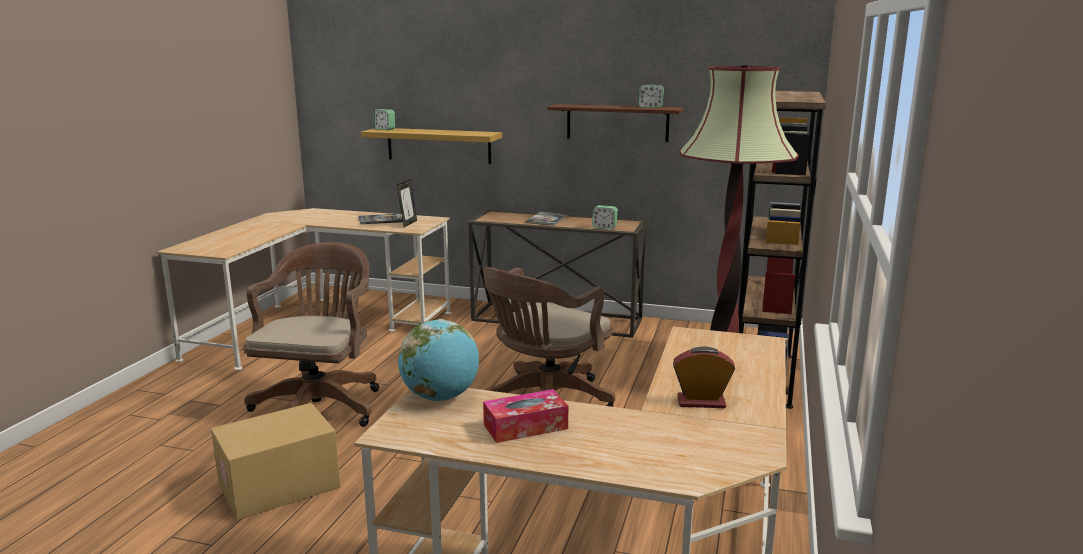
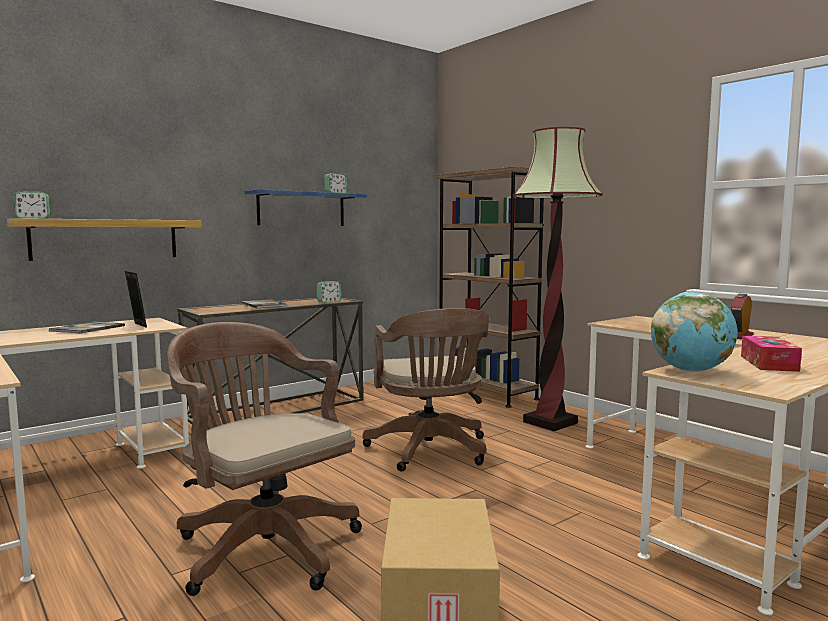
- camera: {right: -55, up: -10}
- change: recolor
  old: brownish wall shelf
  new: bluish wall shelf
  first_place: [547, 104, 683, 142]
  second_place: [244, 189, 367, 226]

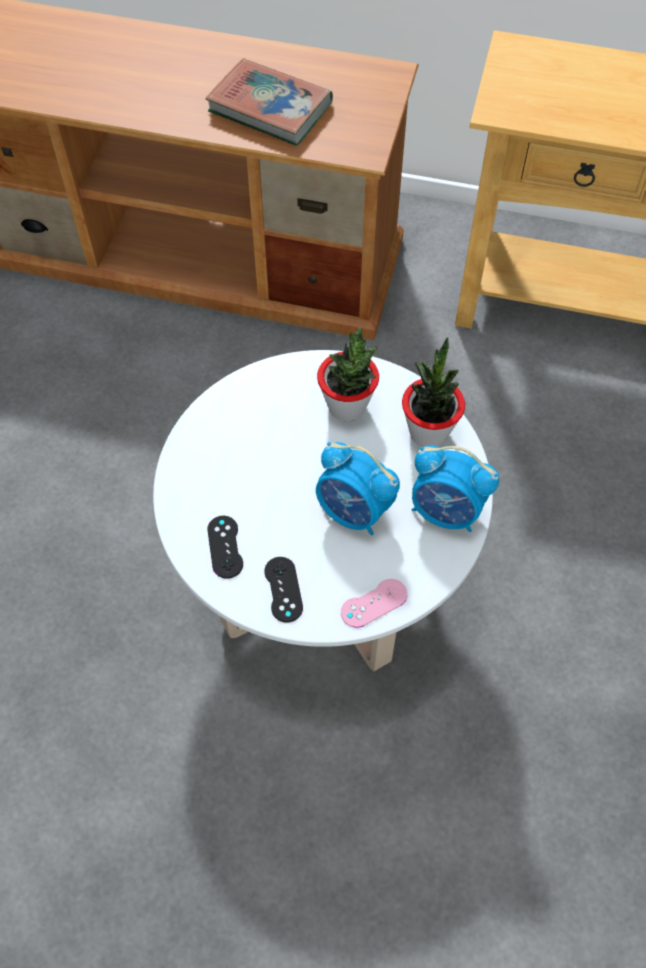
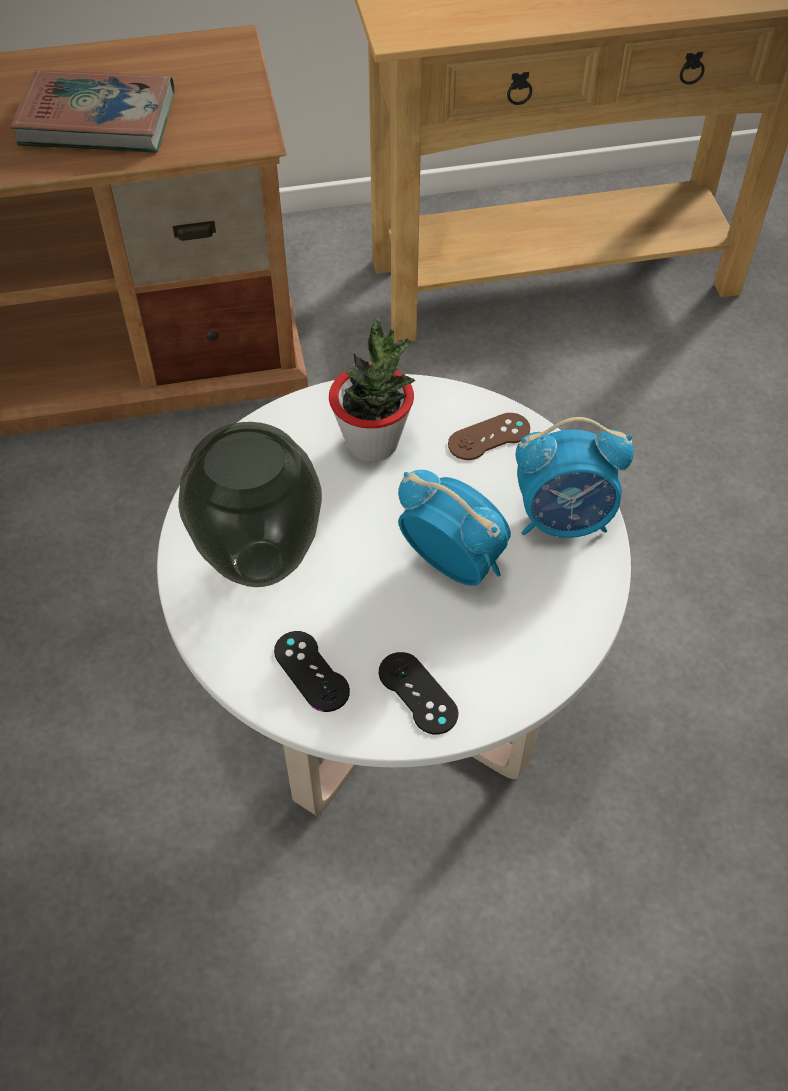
- camera: {right: -25, up: -5}
- change: rotate
  old: bedside clock
  first_place: [316, 442, 400, 536]
  second_place: [398, 470, 511, 586]
  degrees: -150
- change: delete
  old: pink gamepad
  first_place: [341, 579, 407, 628]
- change: replace
  old: houseplant
  new: brownish gamepad
  first_place: [402, 337, 465, 447]
  second_place: [448, 413, 530, 460]
- change: insert
  new: flower vase
  second_place: [178, 422, 322, 587]

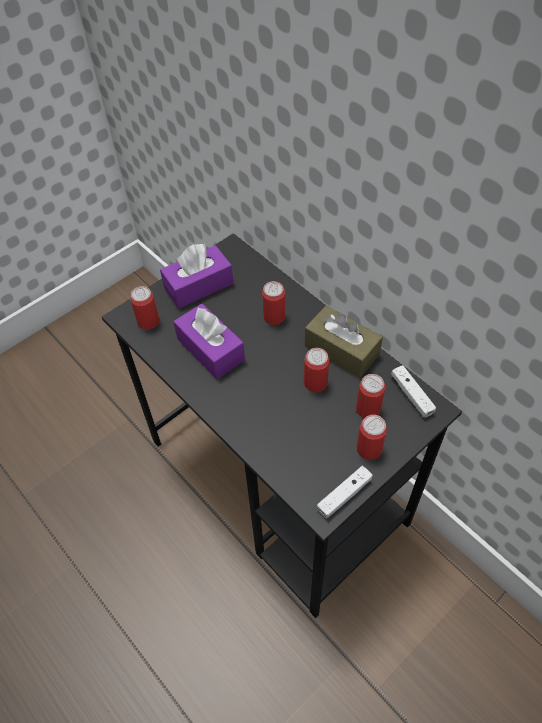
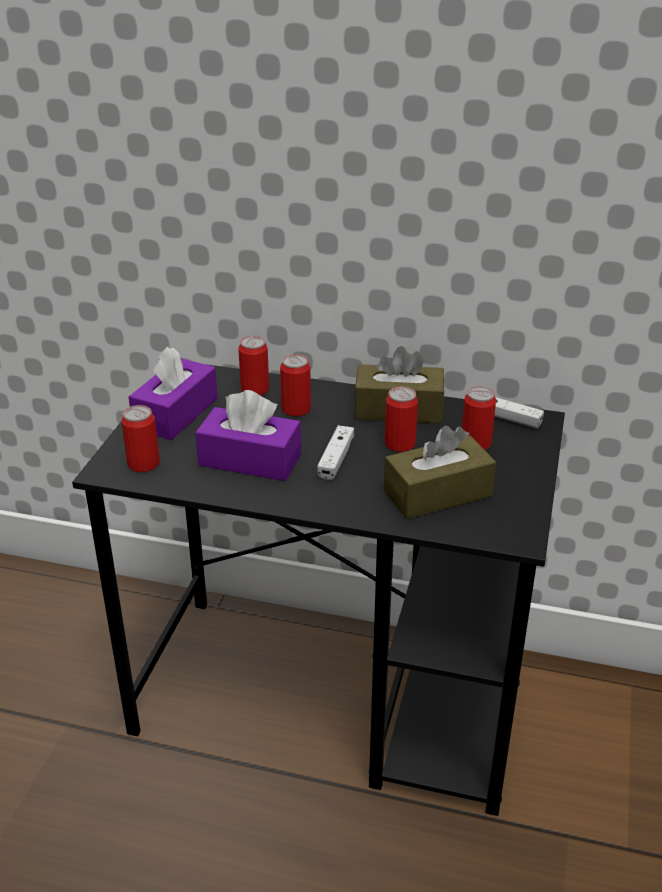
- camera: {right: -35, up: -20}
- change: move
  old: white gamepad
  first_place: [317, 466, 373, 518]
  second_place: [317, 425, 355, 480]
- change: move
  old: sealed can
  first_place: [356, 415, 387, 460]
  second_place: [238, 336, 269, 395]
- change: insert
  new: brownish box of tissues
  second_place: [384, 426, 496, 519]

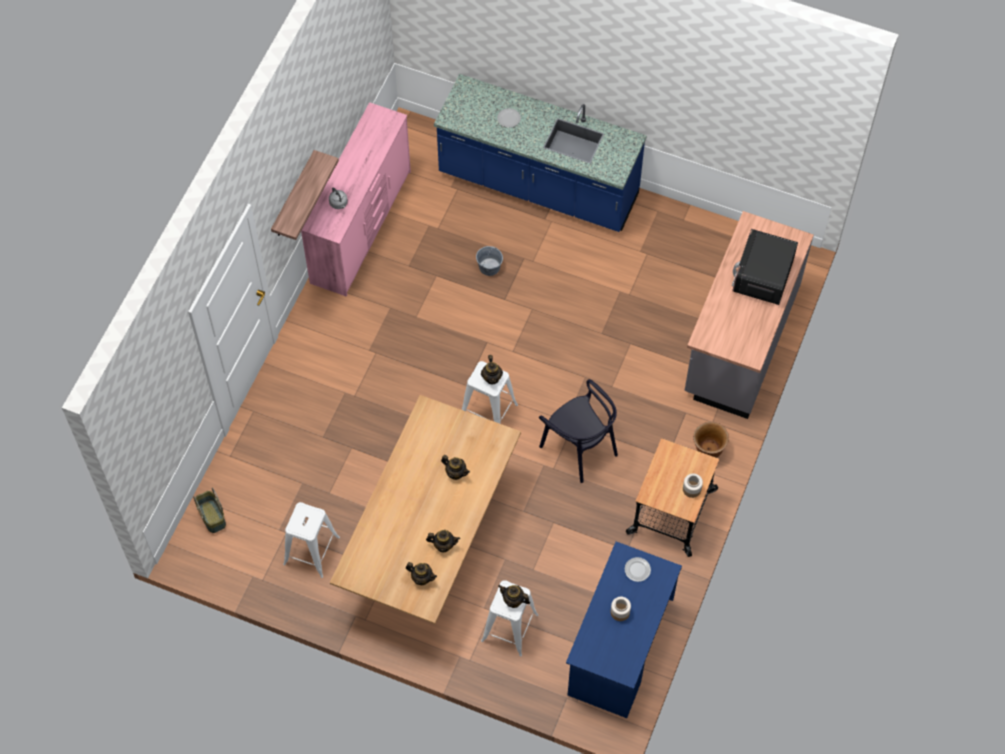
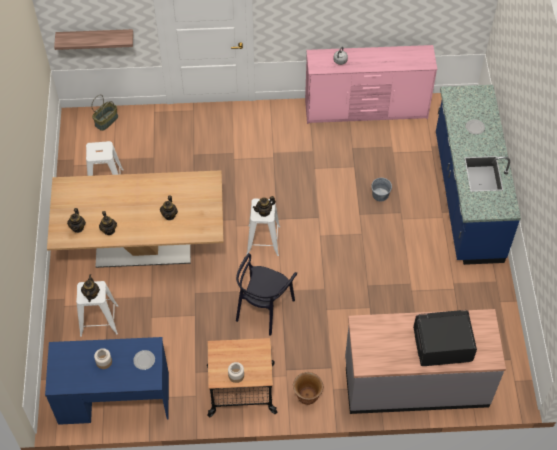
- camera: {right: 65, up: -5}
- change: move
  old: wall shelf
  first_place: [271, 150, 339, 240]
  second_place: [54, 29, 133, 50]

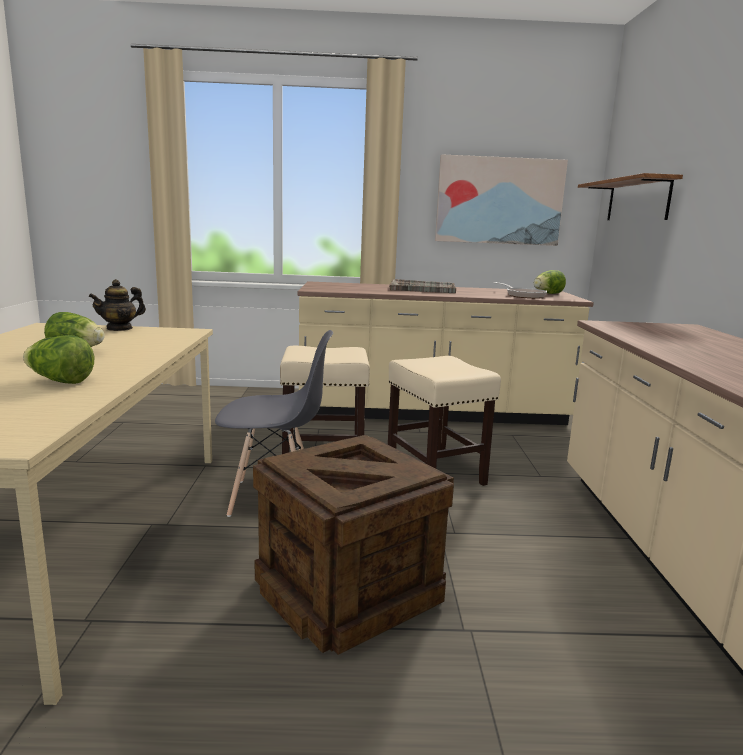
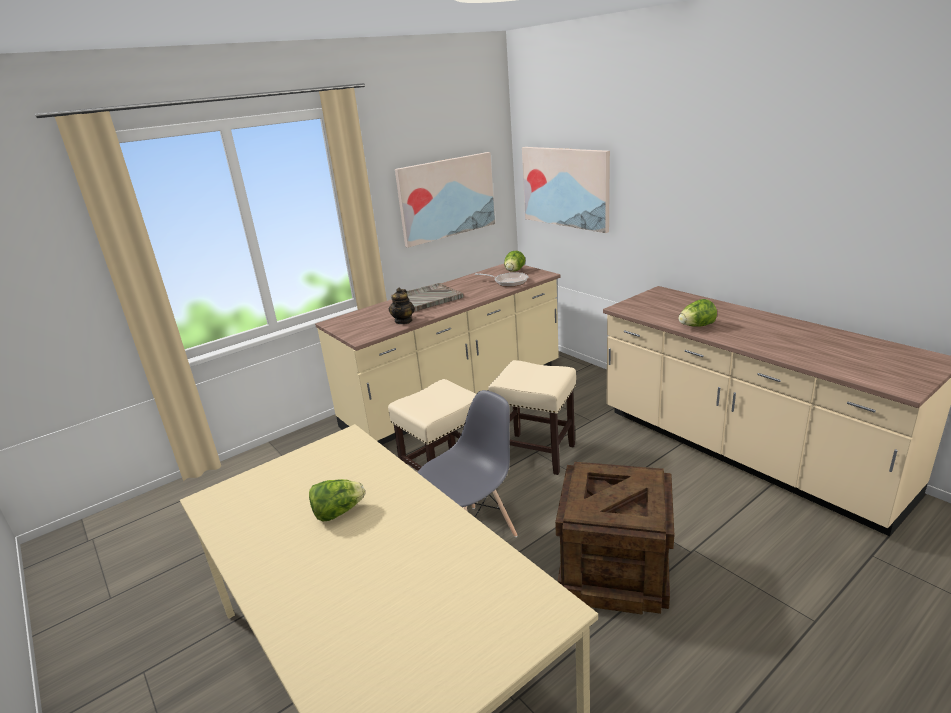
- camera: {right: -35, up: 10}
- change: move
  old: lettuce
  first_place: [23, 335, 94, 384]
  second_place: [679, 299, 717, 327]
- change: move
  old: tea pot
  first_place: [89, 279, 146, 331]
  second_place: [389, 288, 415, 324]
- change: replace
  old: wall shelf
  new: wall art
  first_place: [578, 173, 683, 220]
  second_place: [522, 147, 610, 233]

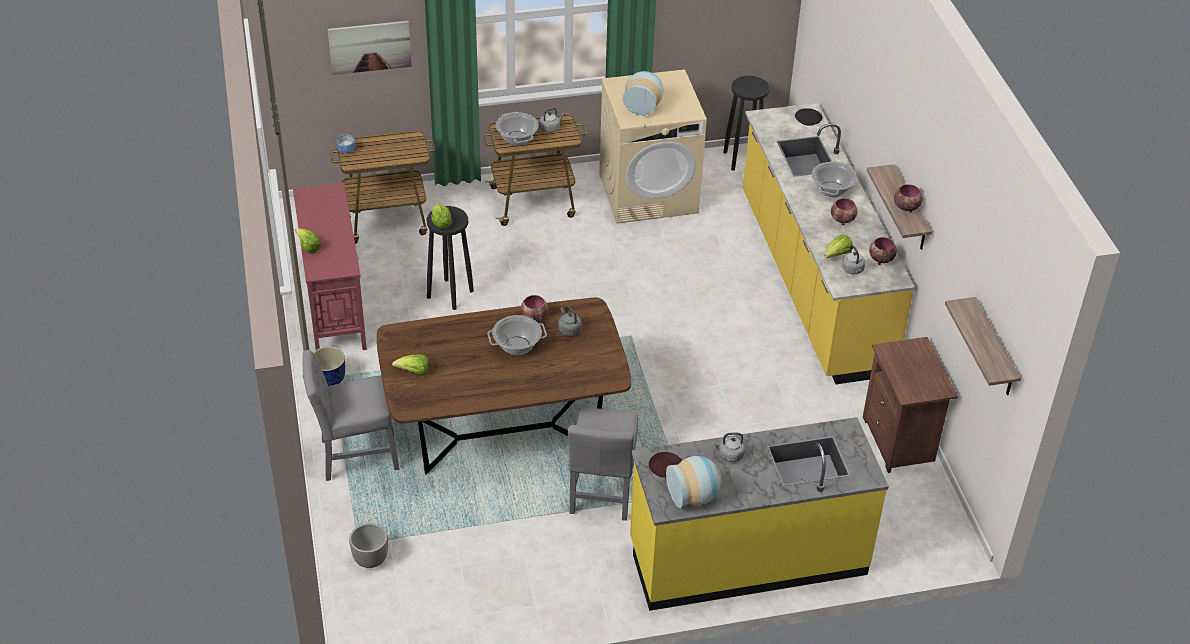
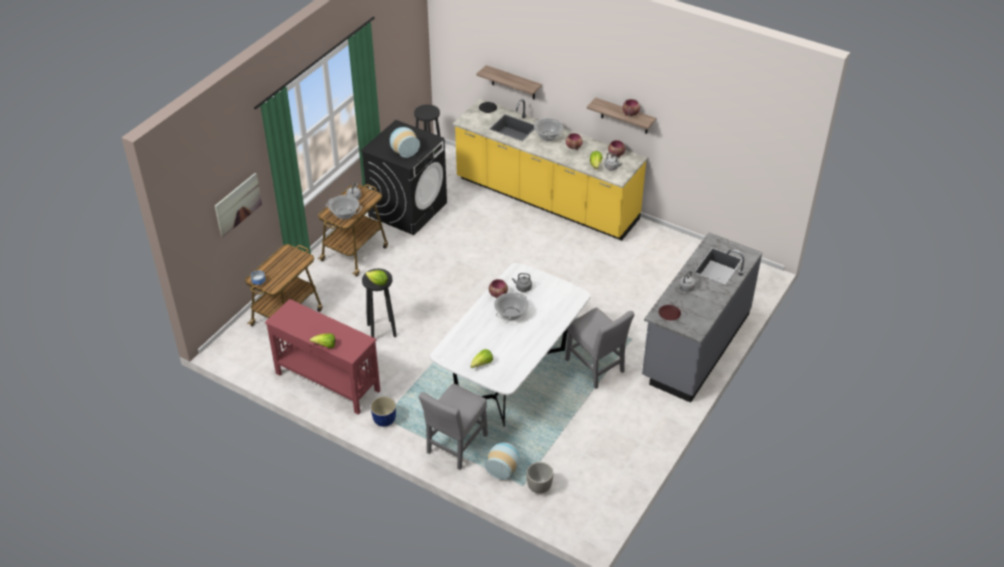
- camera: {right: -45, up: 0}
- change: recolor
  old: brownish kitchen table
  new: white kitchen table
  first_place: [377, 297, 631, 475]
  second_place: [430, 263, 591, 427]
- change: recolor
  old: beige laundry machine
  new: black-coloured laundry machine
  first_place: [599, 69, 707, 223]
  second_place: [360, 120, 447, 235]
- change: recolor
  old: yellow counter
  new: grey counter
  first_place: [630, 417, 889, 611]
  second_place: [642, 232, 763, 403]
- change: move
  old: flower vase
  first_place: [666, 456, 722, 508]
  second_place: [485, 443, 520, 480]
- change: delete
  old: brownish bedside table
  first_place: [863, 337, 958, 473]
- change: move
  old: wall shelf
  first_place: [945, 297, 1021, 395]
  second_place: [476, 65, 542, 99]

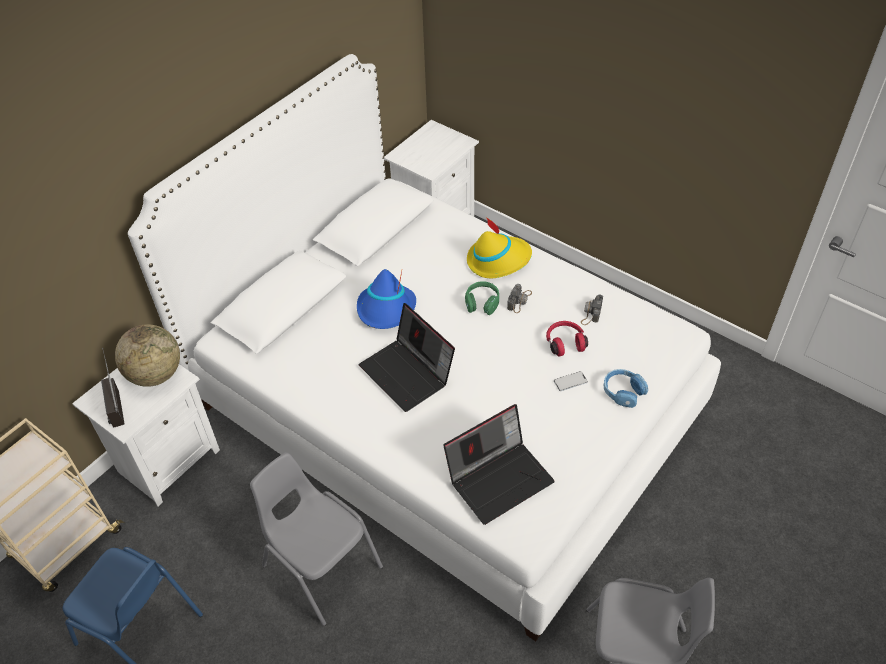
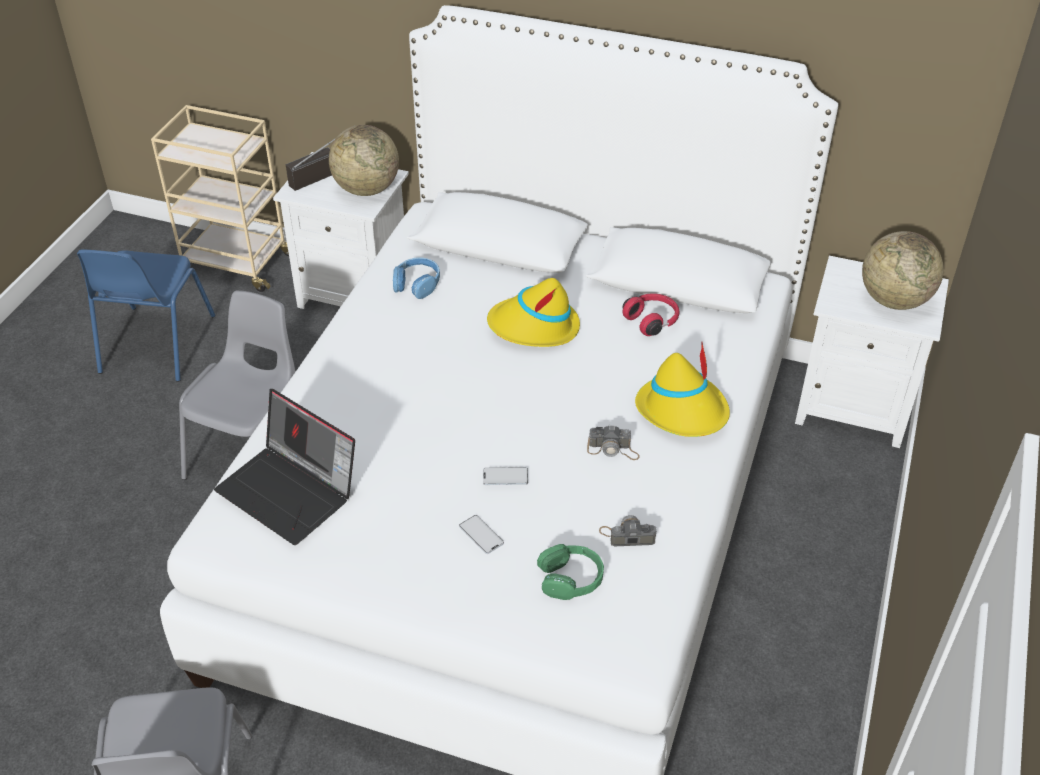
- camera: {right: 70, up: -5}
- change: recolor
  old: bluish clothing hat
  new: yellow clothing hat
  first_place: [357, 269, 416, 329]
  second_place: [487, 278, 580, 347]
- change: delete
  old: portable computer
  first_place: [359, 303, 455, 412]
- change: move
  old: green-coloured pair of headphones
  first_place: [465, 281, 499, 315]
  second_place: [537, 544, 604, 600]
- change: move
  old: red-coloured pair of headphones
  first_place: [546, 321, 588, 356]
  second_place: [622, 293, 680, 336]
- change: move
  old: bluish pair of headphones
  first_place: [604, 369, 648, 408]
  second_place: [393, 257, 440, 299]
- change: insert
  new: telephone
  second_place: [483, 467, 528, 485]
- change: insert
  new: desk globe
  second_place: [862, 231, 944, 310]

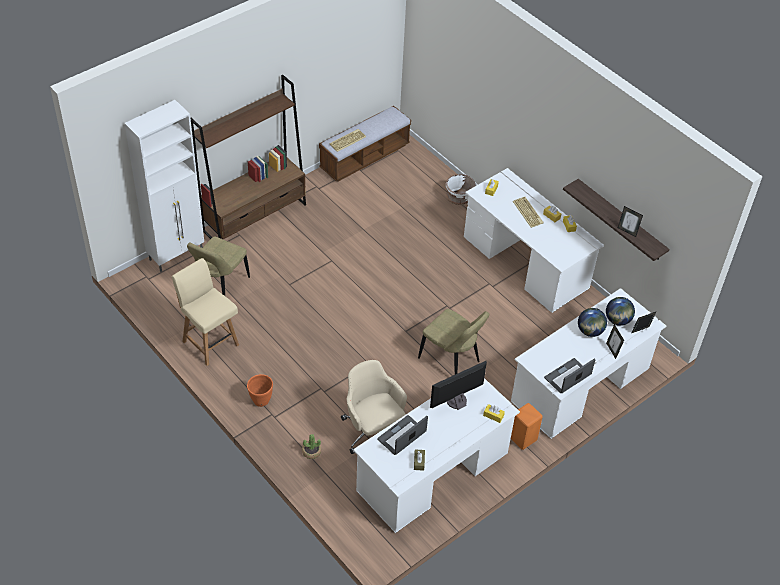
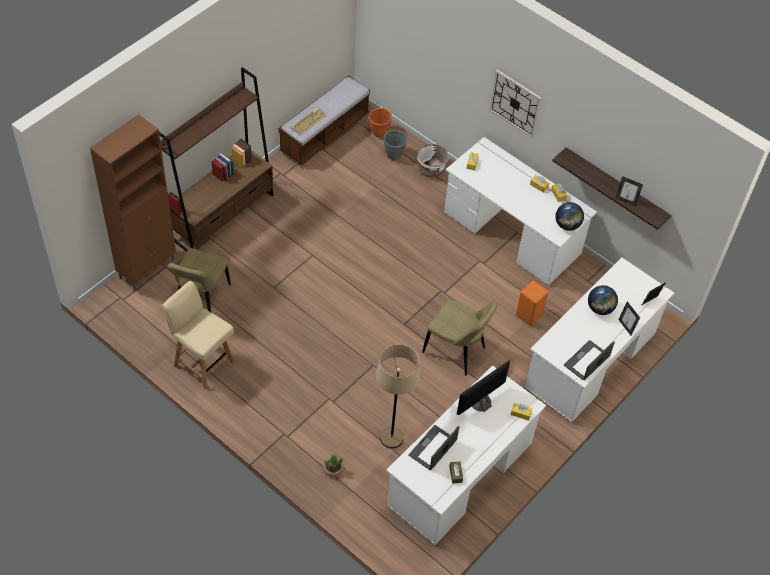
- camera: {right: -10, up: 5}
- change: recolor
  old: white storage cabinet
  new: brownish storage cabinet
  first_place: [125, 100, 204, 272]
  second_place: [90, 114, 176, 290]
- change: move
  old: orange flower pot
  first_place: [247, 374, 273, 407]
  second_place: [369, 108, 392, 137]
- change: replace
  old: beige desk chair
  new: beige standing lamp
  first_place: [341, 360, 407, 454]
  second_place: [376, 344, 420, 449]
- change: move
  old: orange sitting stool
  first_place: [511, 403, 543, 450]
  second_place: [516, 281, 548, 326]
- change: delete
  old: computer keyboard
  first_place: [513, 197, 544, 228]
- change: move
  old: desk globe
  first_place: [606, 297, 635, 326]
  second_place: [555, 202, 584, 231]
- change: insert
  new: grey flower pot
  second_place: [384, 130, 407, 160]
- change: insert
  new: wall clock
  second_place: [489, 70, 542, 138]

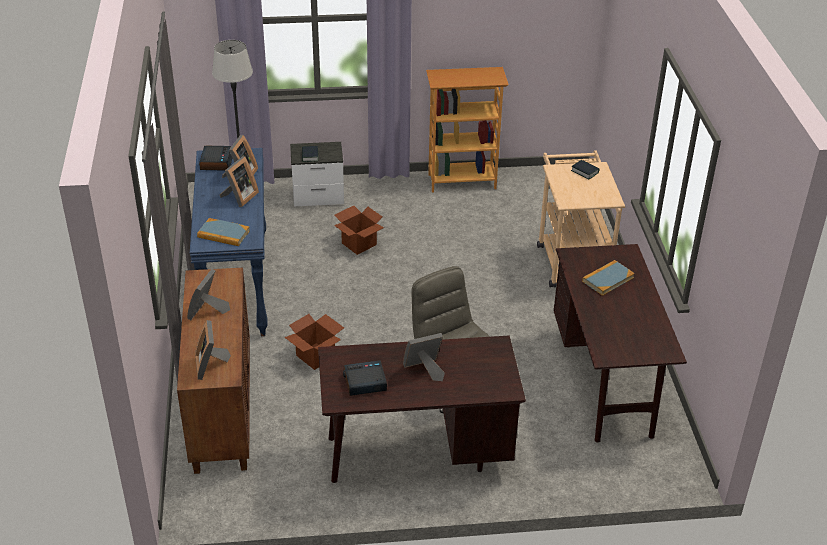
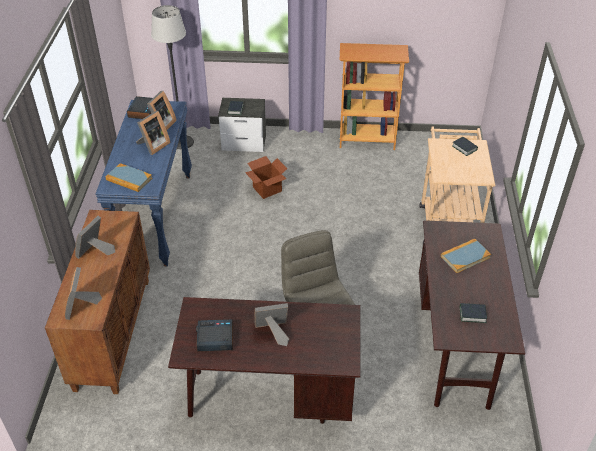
- camera: {right: 10, up: 5}
- change: delete
  old: cardboard box
  first_place: [284, 314, 344, 370]
- change: insert
  new: bound book
  second_place: [460, 303, 487, 323]

